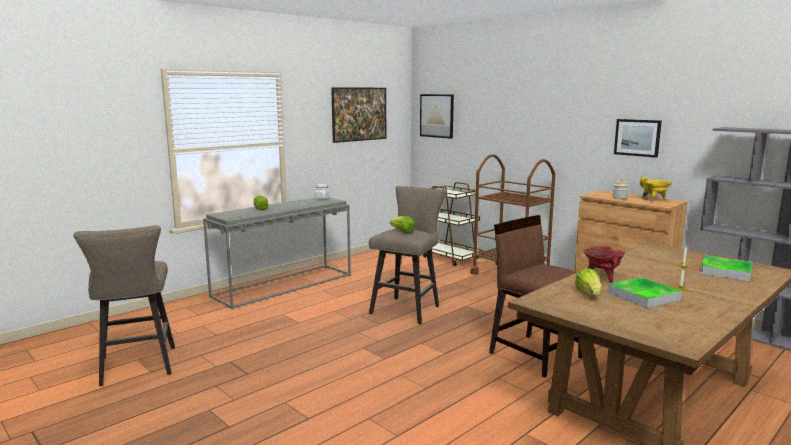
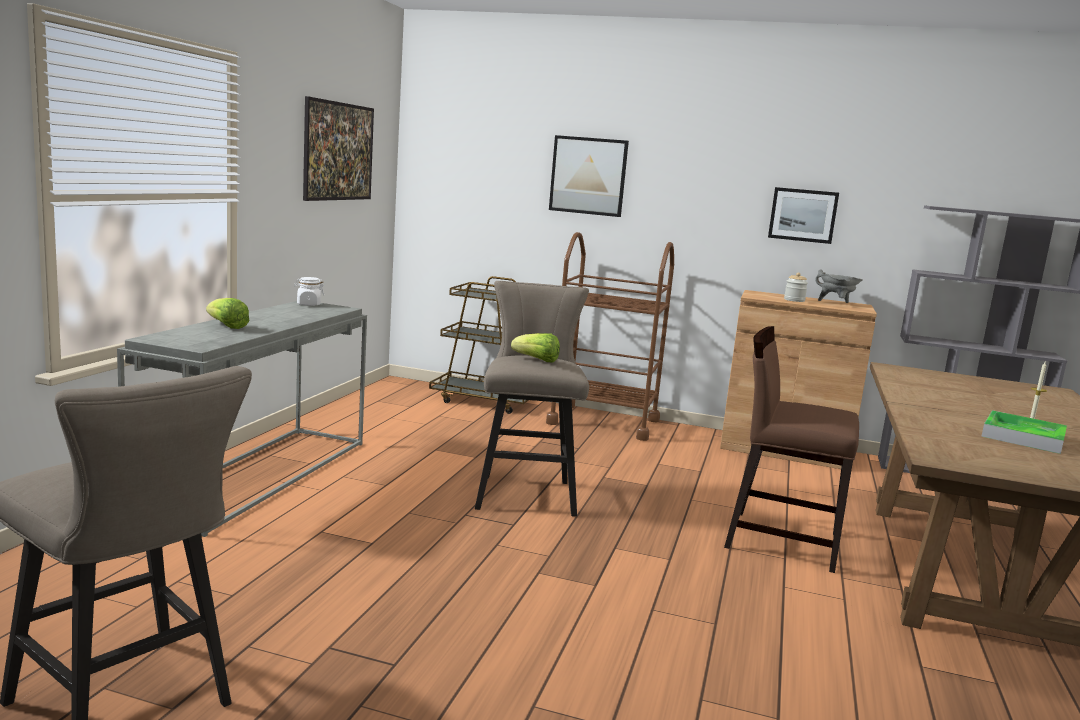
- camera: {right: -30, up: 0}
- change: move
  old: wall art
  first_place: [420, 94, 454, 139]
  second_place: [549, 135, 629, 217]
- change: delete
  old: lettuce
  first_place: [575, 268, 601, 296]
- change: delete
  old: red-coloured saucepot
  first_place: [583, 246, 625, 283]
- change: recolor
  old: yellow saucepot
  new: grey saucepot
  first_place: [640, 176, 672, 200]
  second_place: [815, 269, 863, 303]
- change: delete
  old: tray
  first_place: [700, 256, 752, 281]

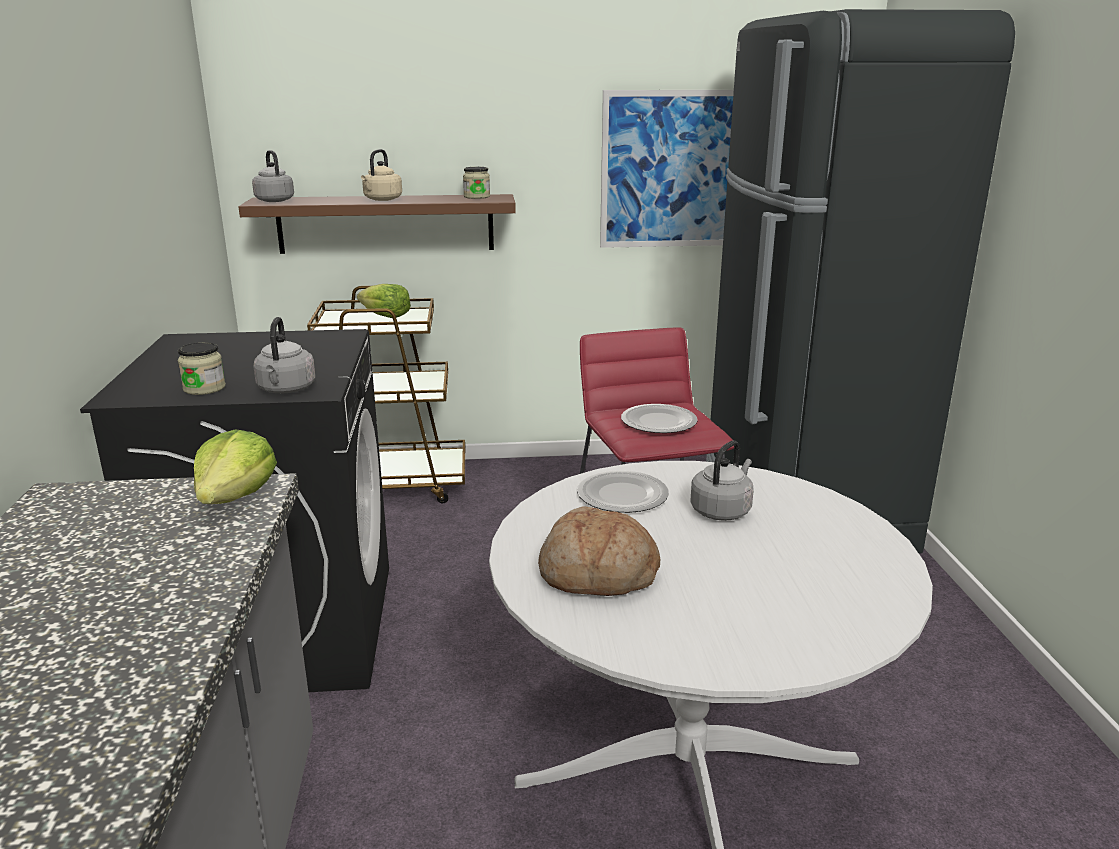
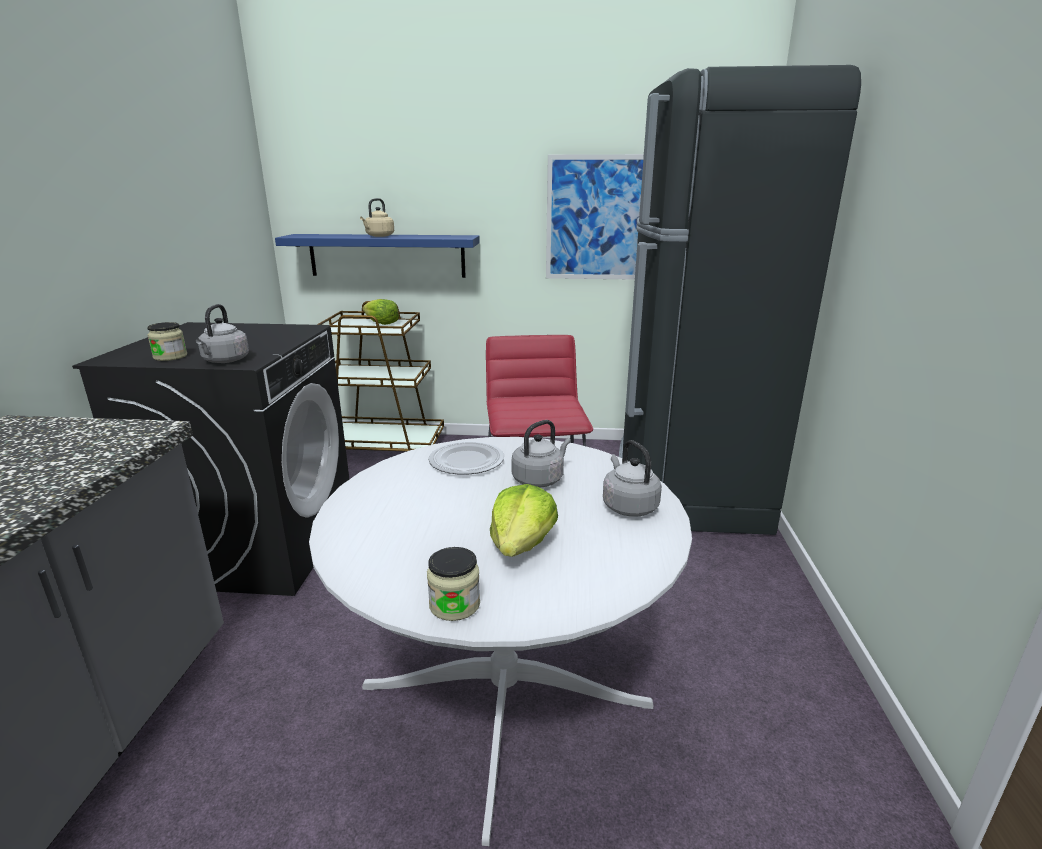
- camera: {right: 10, up: 0}
- change: move
  old: lettuce
  first_place: [194, 430, 277, 504]
  second_place: [490, 484, 558, 557]
- change: recolor
  old: brownish wall shelf
  new: bluish wall shelf
  first_place: [238, 194, 516, 254]
  second_place: [275, 234, 480, 278]
- change: move
  old: grey water kettle
  first_place: [252, 150, 294, 202]
  second_place: [603, 440, 662, 517]
- change: move
  old: jar
  first_place: [463, 167, 490, 199]
  second_place: [427, 547, 480, 621]
- change: delete
  old: bread
  first_place: [538, 506, 660, 596]
- change: delete
  old: flat dish
  first_place: [621, 404, 698, 433]

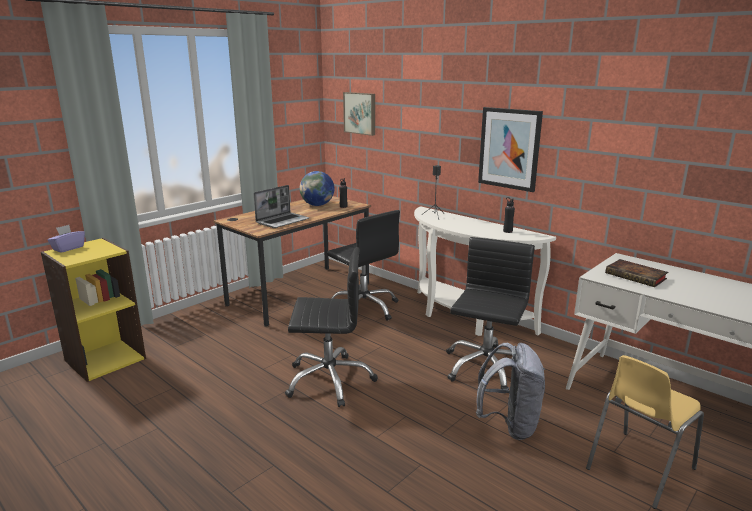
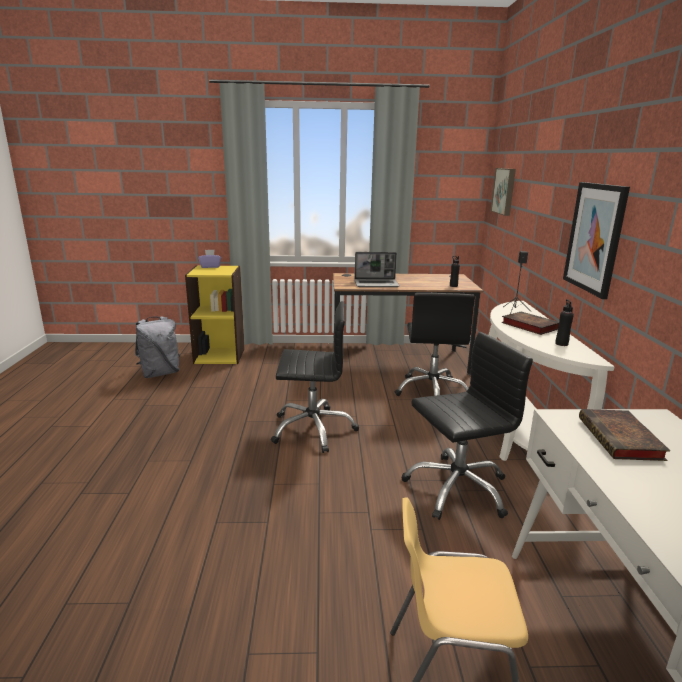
- camera: {right: 45, up: 0}
- change: rotate
  old: black-coloured desk chair
  first_place: [285, 247, 378, 407]
  second_place: [271, 301, 359, 453]
  degrees: -45
- change: delete
  old: desk globe
  first_place: [300, 171, 334, 206]
- change: move
  old: grey knapsack
  first_place: [476, 343, 545, 440]
  second_place: [135, 316, 180, 378]
- change: insert
  new: bound book
  second_place: [501, 311, 559, 335]

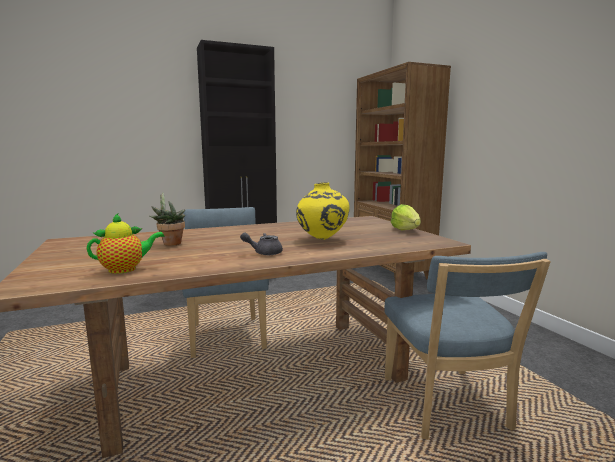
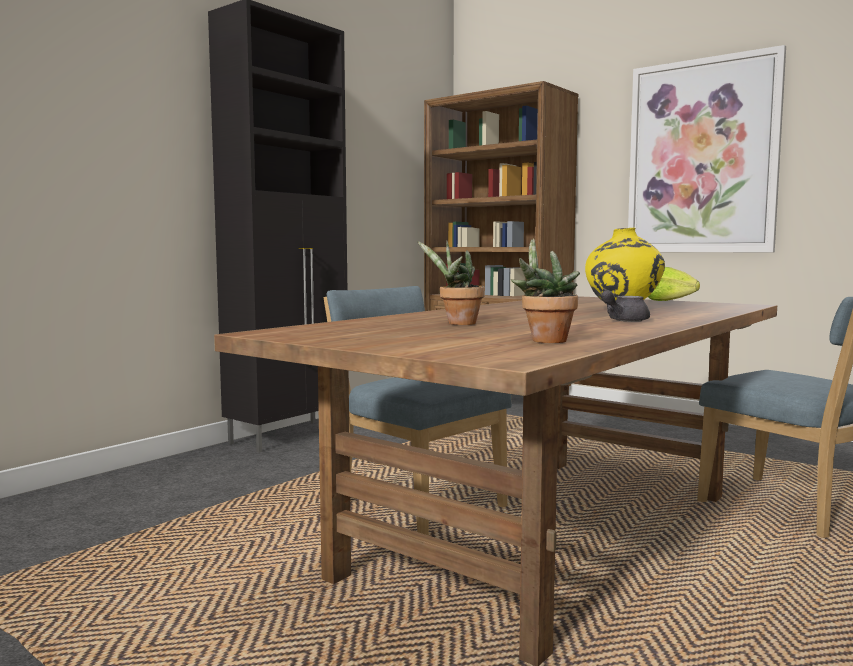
- camera: {right: -30, up: -5}
- change: replace
  old: tea pot
  new: houseplant
  first_place: [87, 213, 164, 274]
  second_place: [511, 238, 580, 343]
- change: insert
  new: wall art
  second_place: [628, 45, 786, 252]

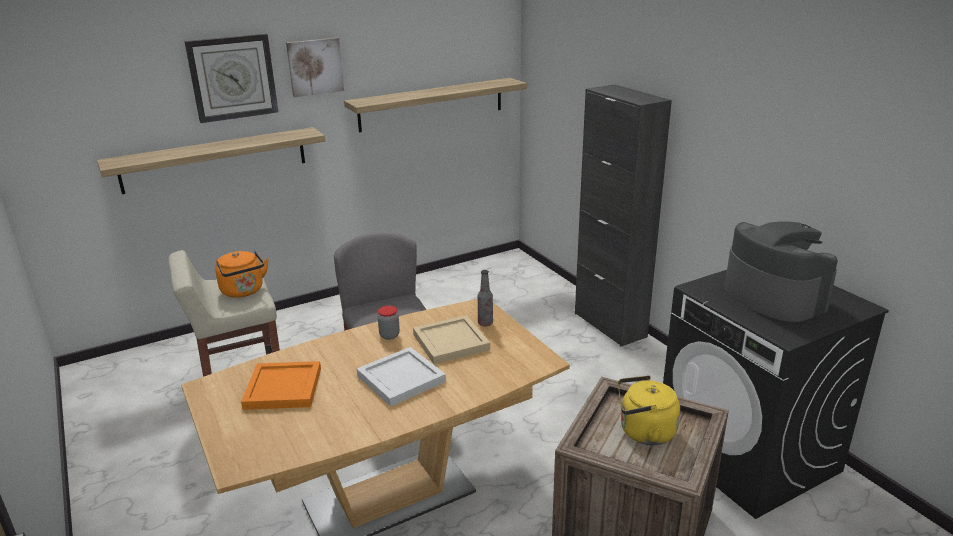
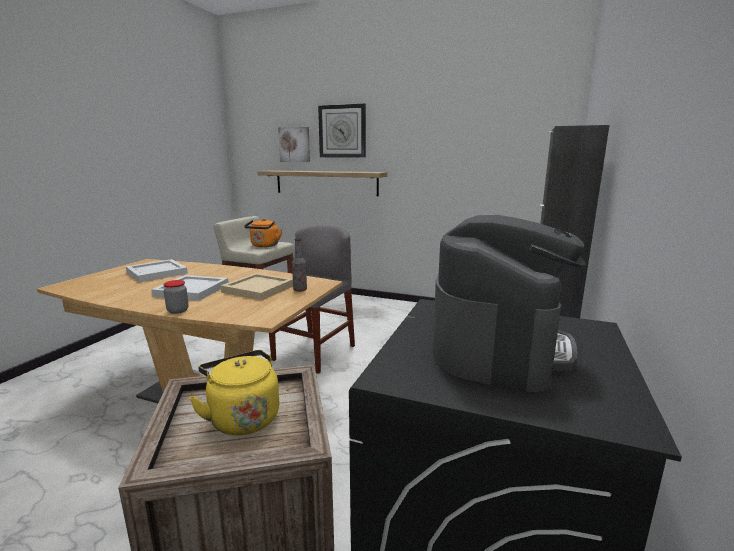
- camera: {right: 50, up: -10}
- change: recolor
  old: orange tray
  new: white tray
  first_place: [241, 361, 321, 410]
  second_place: [126, 259, 188, 282]
- change: move
  old: wall art
  first_place: [286, 38, 344, 97]
  second_place: [278, 127, 310, 162]
- change: delete
  old: wall shelf
  first_place: [344, 78, 527, 132]
- change: move
  old: jar
  first_place: [378, 306, 400, 340]
  second_place: [163, 280, 189, 314]

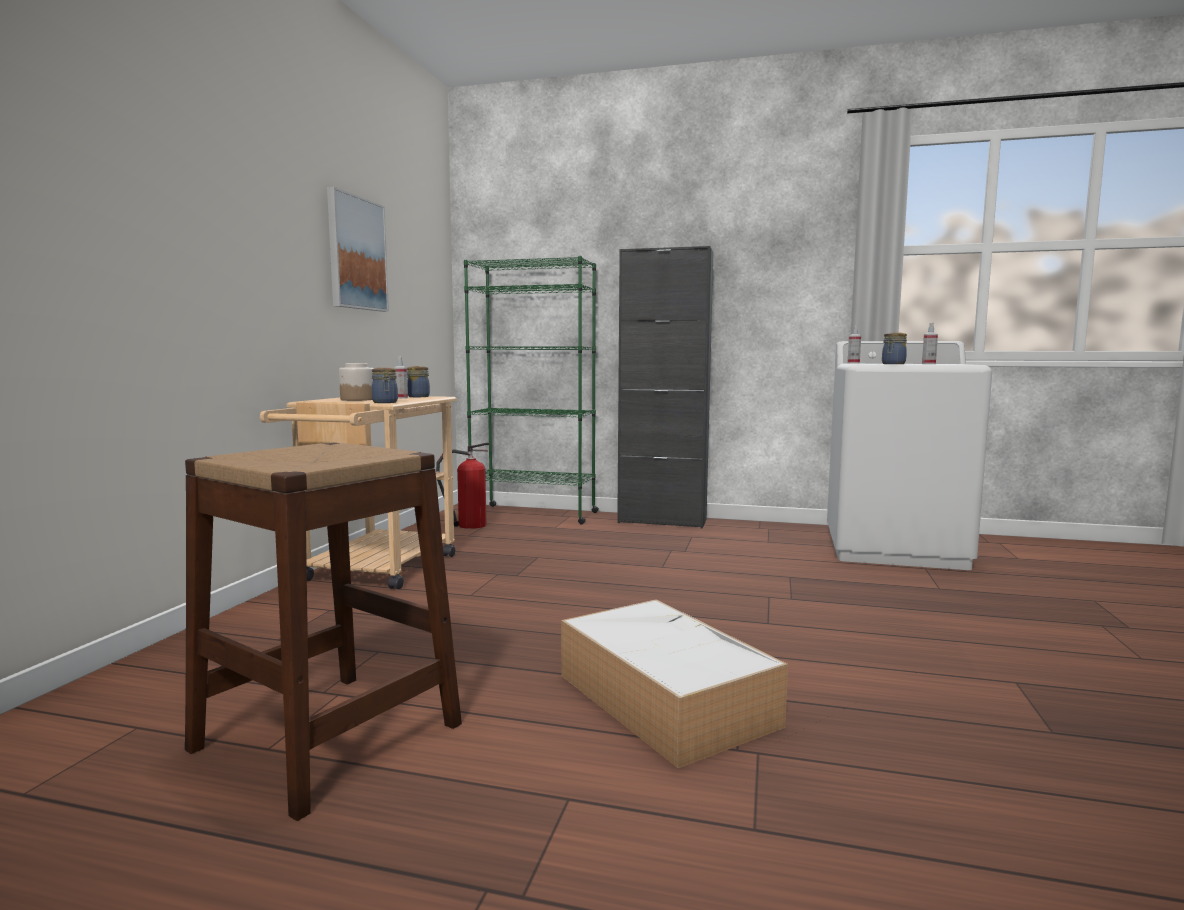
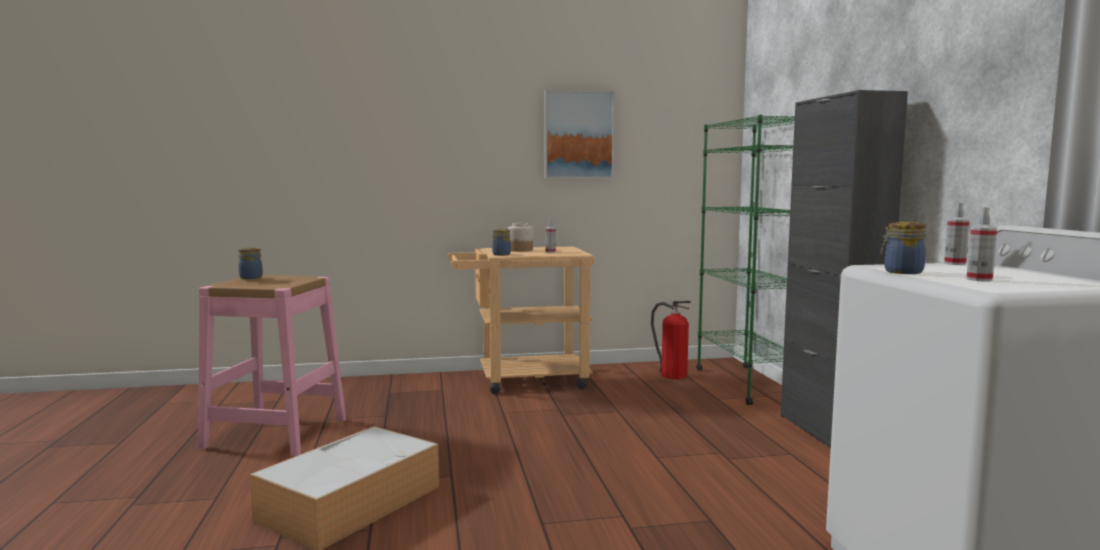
- camera: {right: 65, up: 0}
- change: recolor
  old: brownish sitting stool
  new: pink sitting stool
  first_place: [185, 443, 462, 821]
  second_place: [198, 275, 346, 456]
- change: move
  old: jar
  first_place: [407, 366, 430, 397]
  second_place: [238, 247, 263, 279]

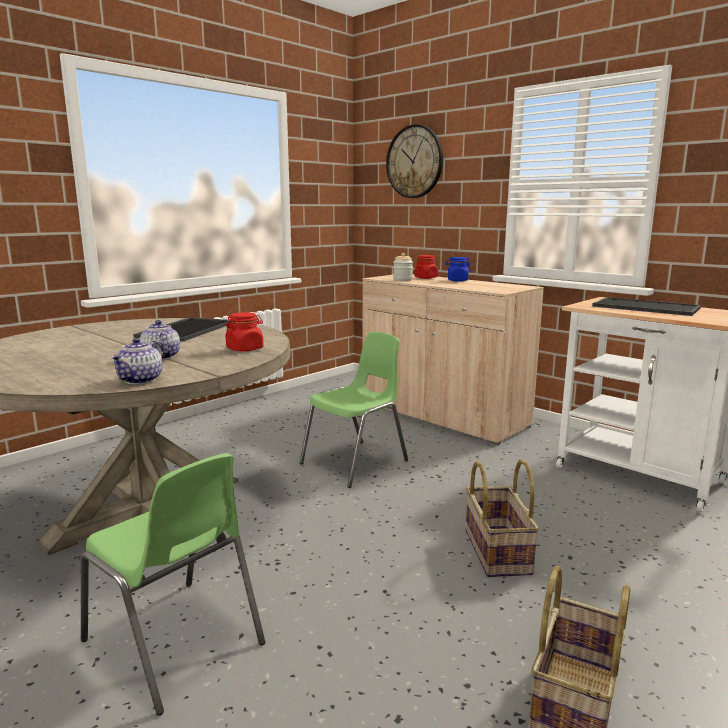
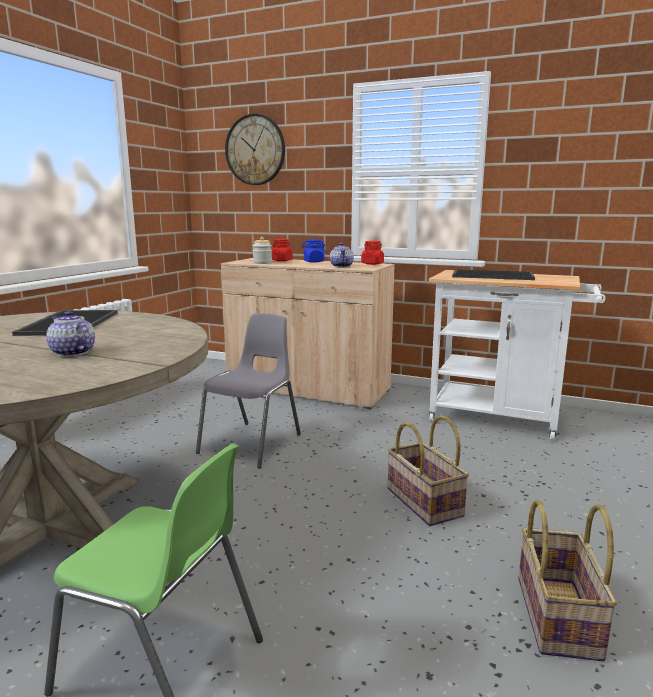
- camera: {right: -20, up: 0}
- change: move
  old: tea pot
  first_place: [111, 338, 163, 384]
  second_place: [330, 243, 354, 267]
- change: move
  old: red-coloured jar
  first_place: [225, 312, 264, 352]
  second_place: [361, 241, 384, 265]
- change: recolor
  old: green-coloured chair
  new: grey chair
  first_place: [300, 332, 408, 488]
  second_place: [196, 313, 301, 469]

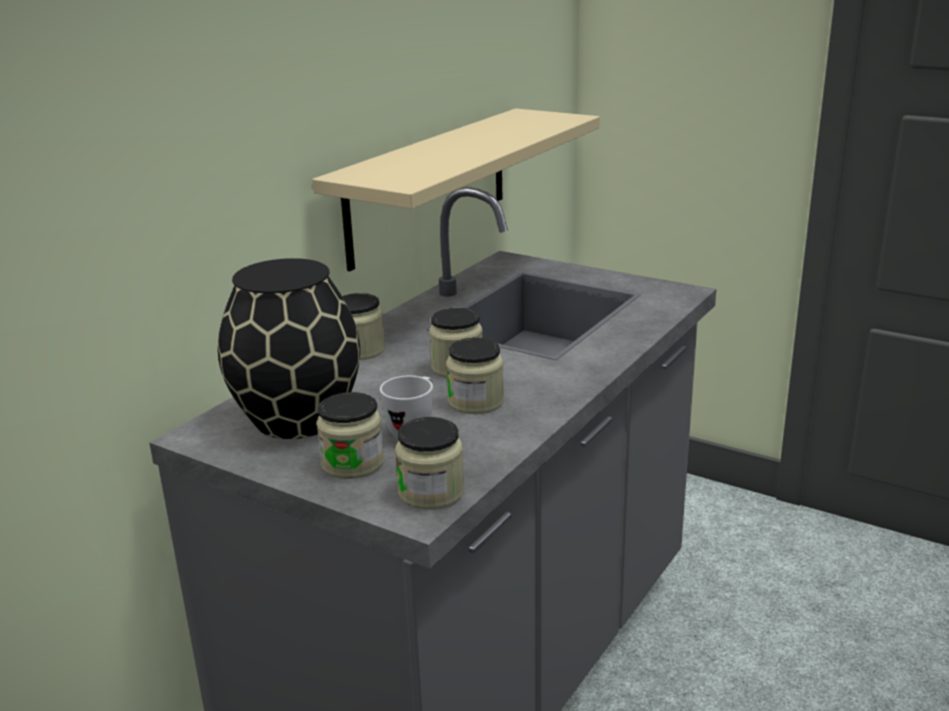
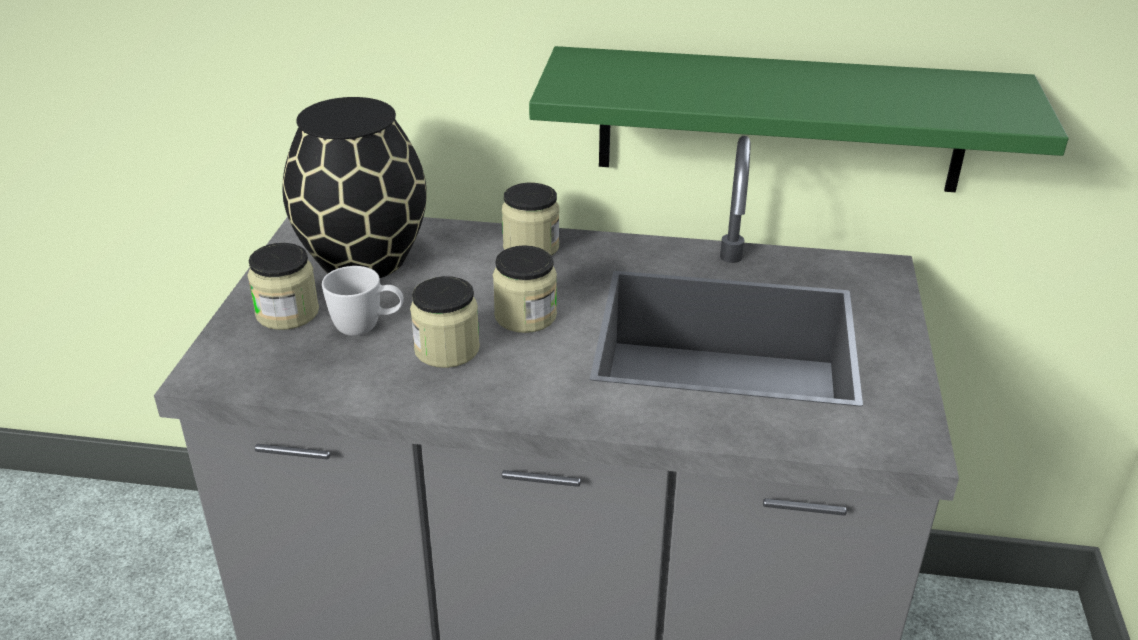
- camera: {right: 65, up: 10}
- change: recolor
  old: beige wall shelf
  new: green-coloured wall shelf
  first_place: [312, 108, 600, 271]
  second_place: [529, 46, 1069, 192]
- change: delete
  old: jar
  first_place: [395, 417, 464, 510]

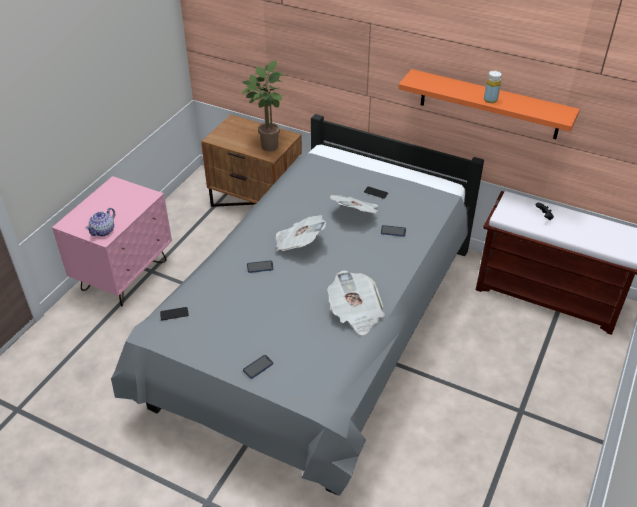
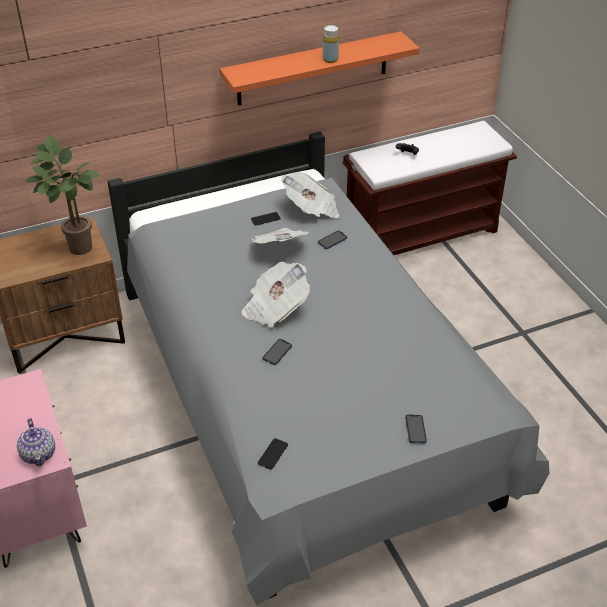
- camera: {right: -50, up: 0}
- change: move
  old: printed paper
  first_place: [327, 270, 385, 335]
  second_place: [281, 172, 339, 218]

